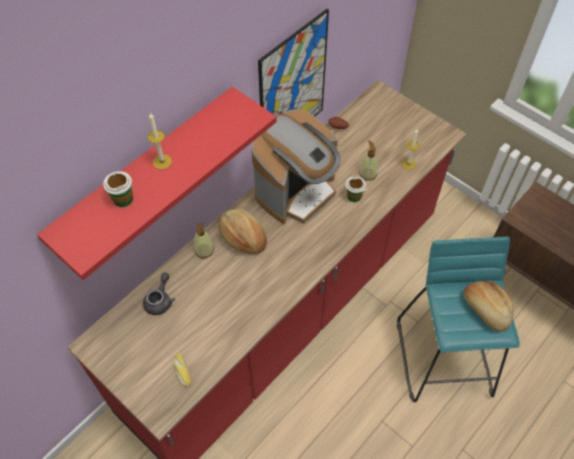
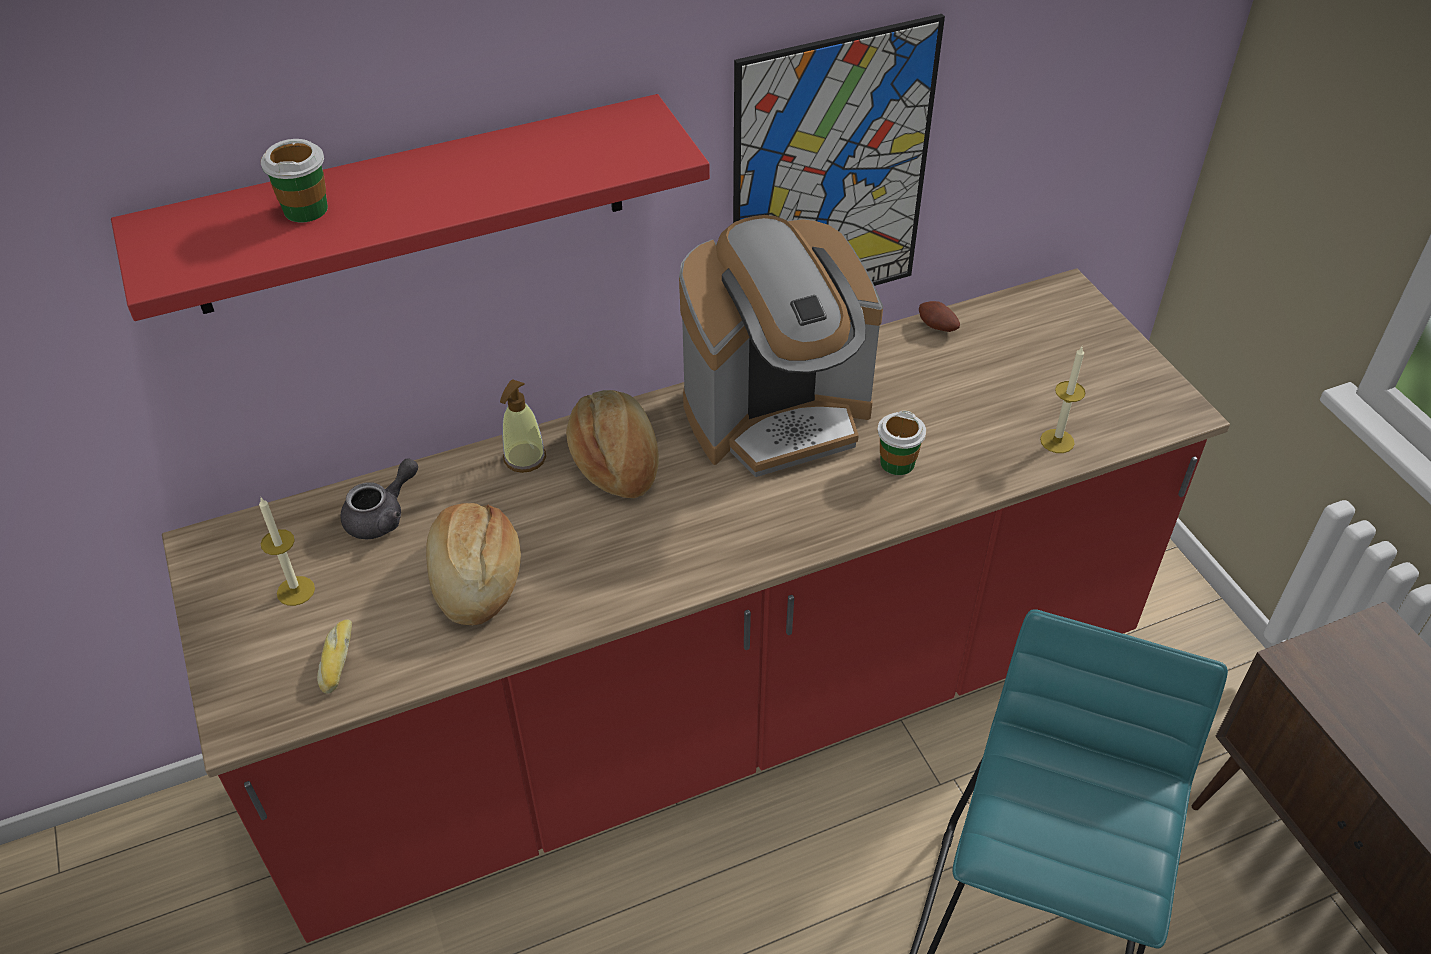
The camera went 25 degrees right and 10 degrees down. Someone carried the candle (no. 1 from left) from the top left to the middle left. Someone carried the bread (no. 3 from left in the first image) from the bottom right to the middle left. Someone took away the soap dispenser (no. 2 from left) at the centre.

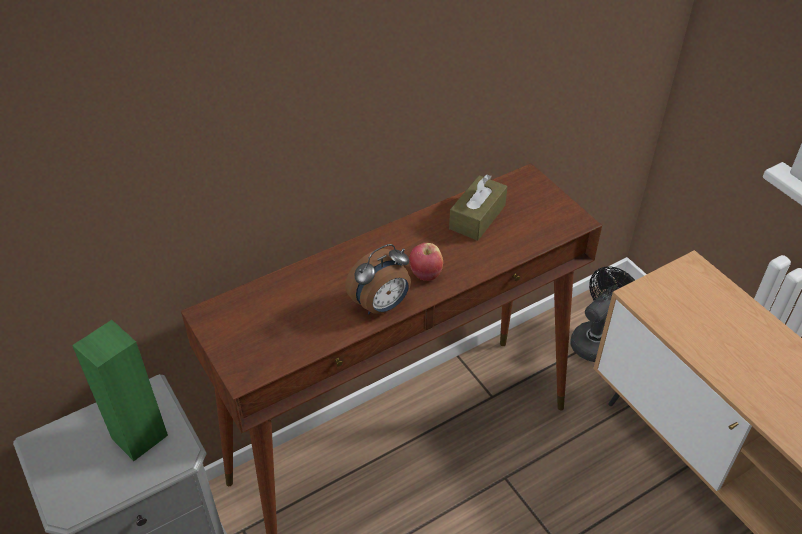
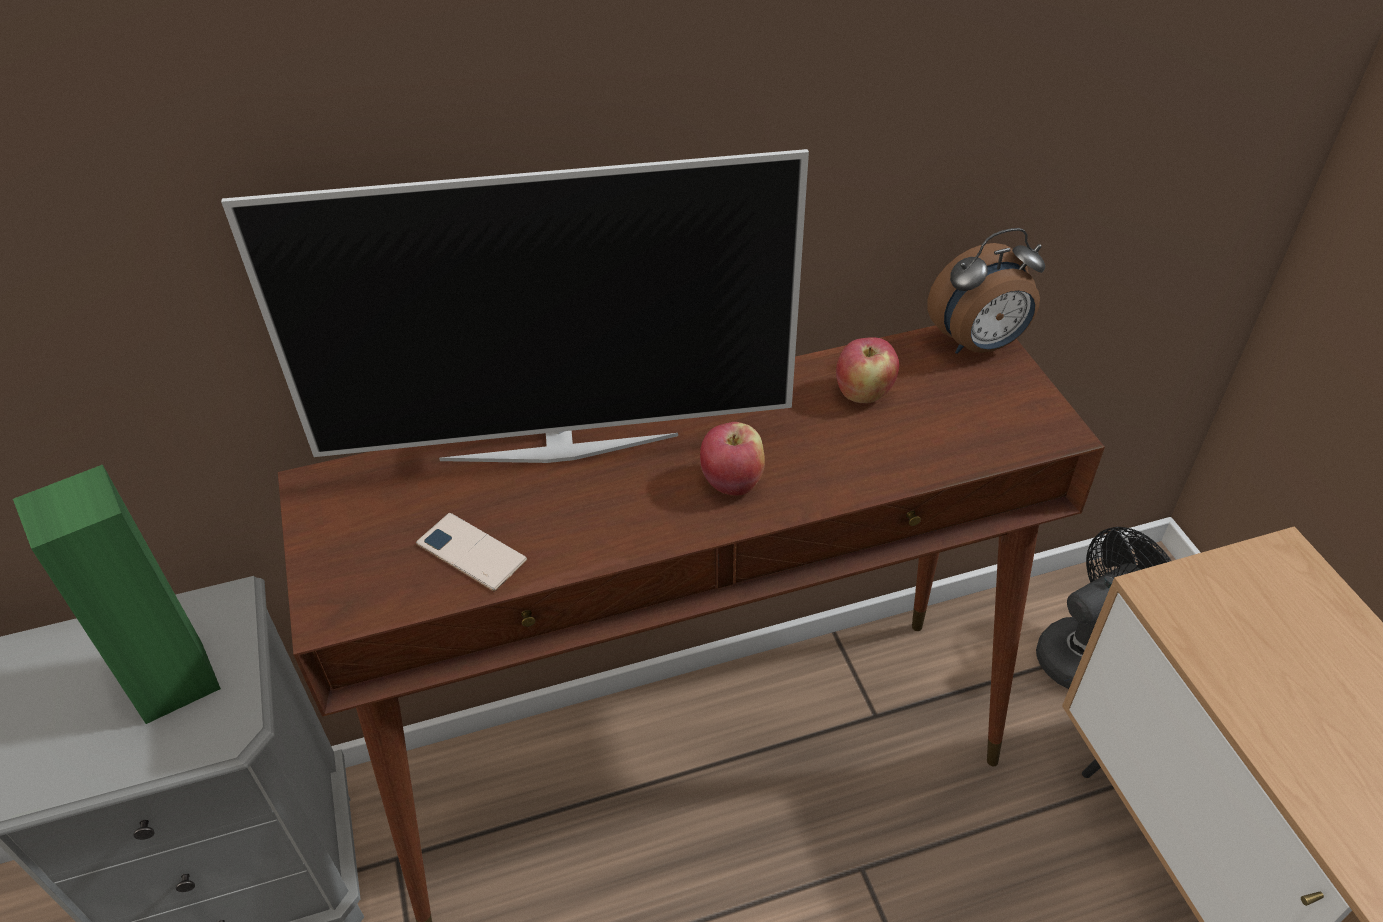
The camera went 15 degrees right and 0 degrees up. Someone put down the television at the top centre. Someone put down the phone at the centre. Someone swapped the brown tissue box at the centre for the apple (no. 2 from left) at the centre. Someone carried the alarm clock from the centre to the top right.

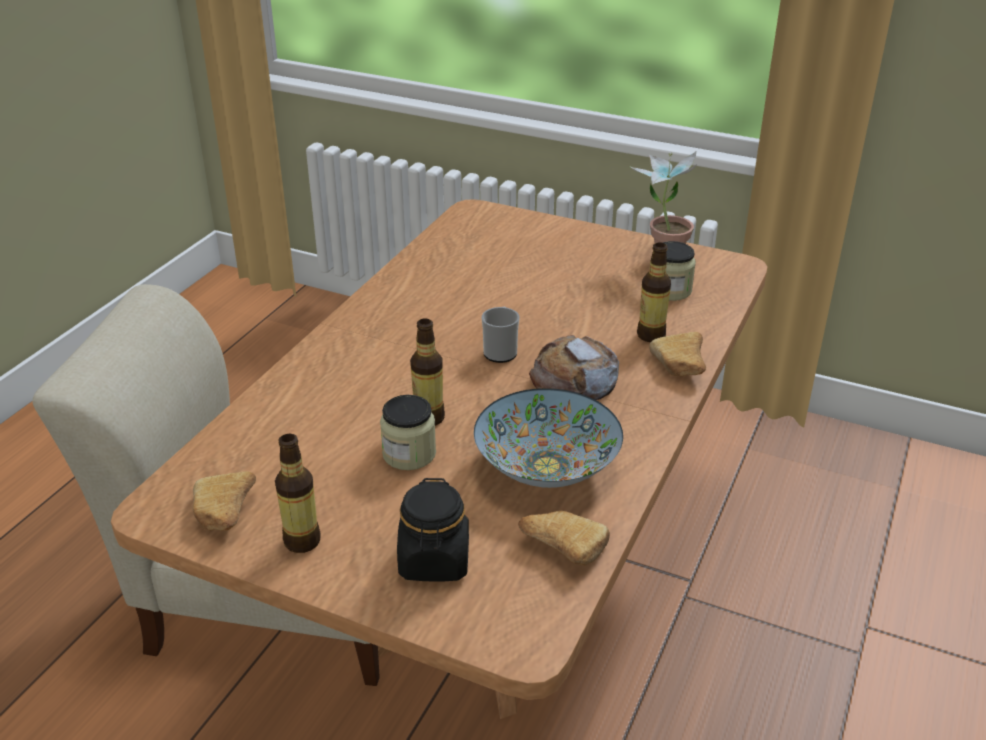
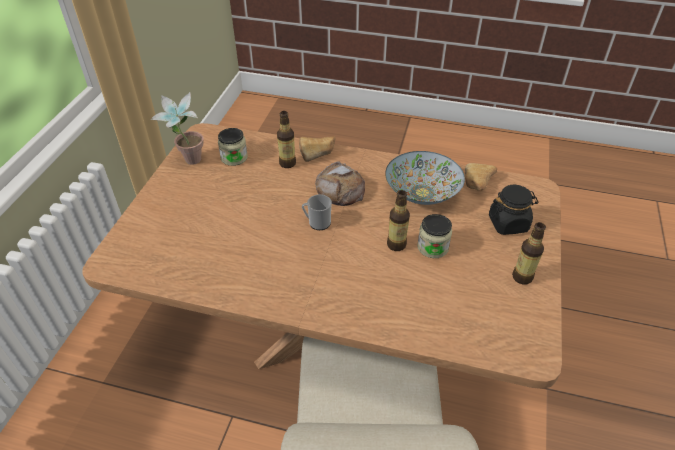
The camera went 100 degrees left and 10 degrees up. Someone took away the bread (no. 1 from left) at the bottom left.

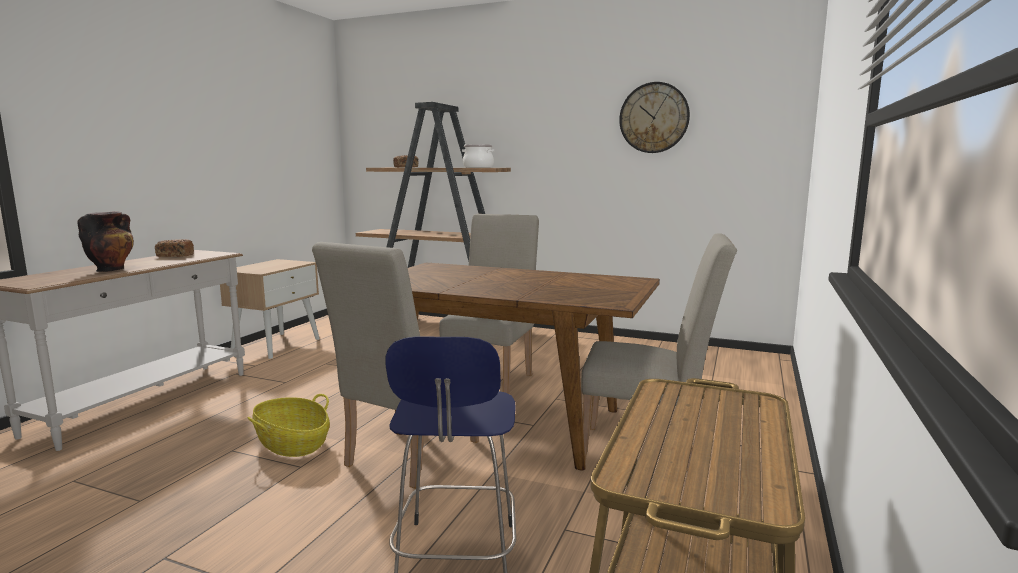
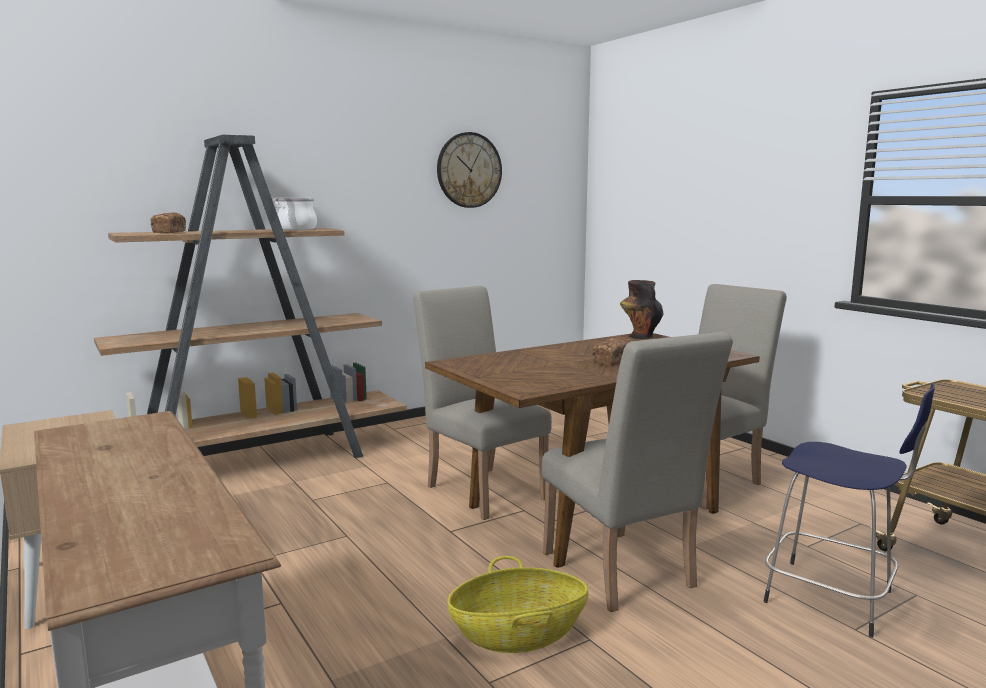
The camera went 55 degrees left and 0 degrees up. Someone carried the bread (no. 1 from left in the first image) from the middle left to the centre. Someone carried the vase from the middle left to the centre.

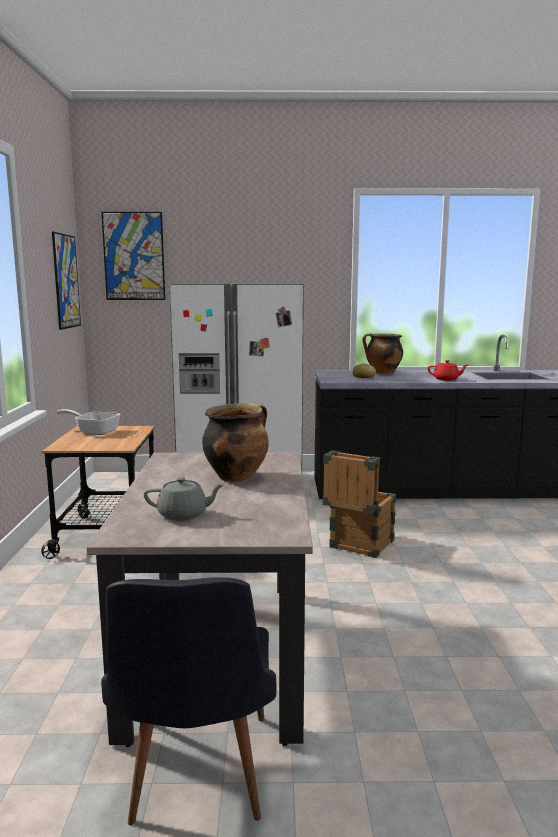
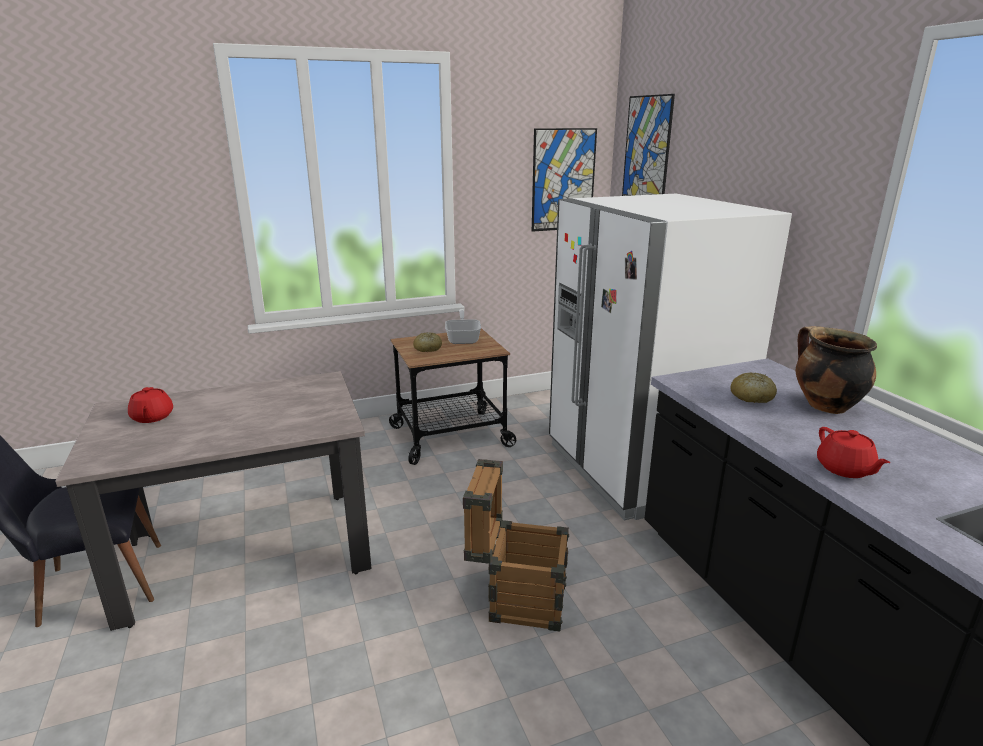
The camera went 70 degrees right and 10 degrees up. Someone repainted the grey teapot at the middle left, which became the red teapot (no. 1 from left) at the middle left. Someone put down the bread (no. 1 from left) at the centre. Someone took away the cooking pot (no. 1 from left) at the centre.

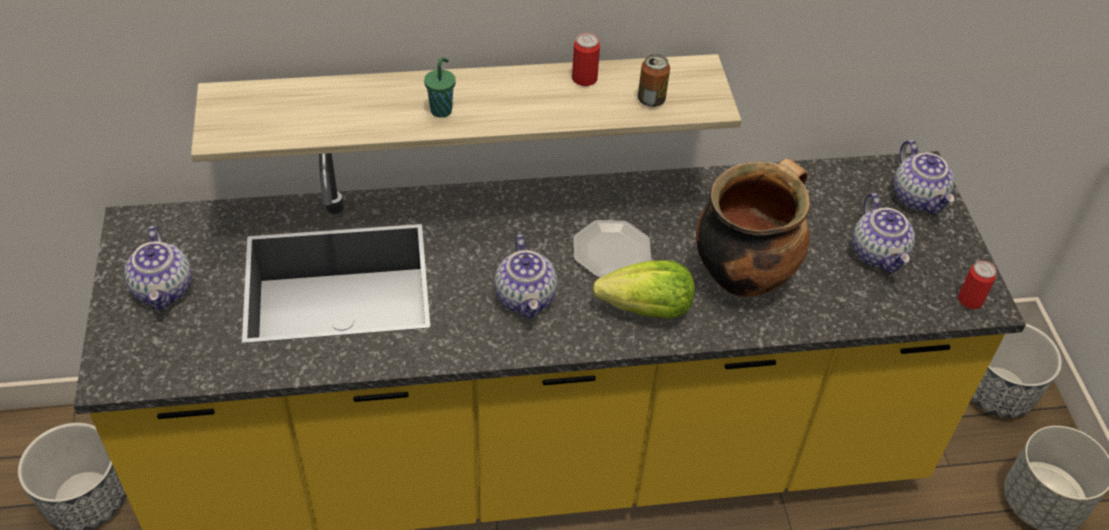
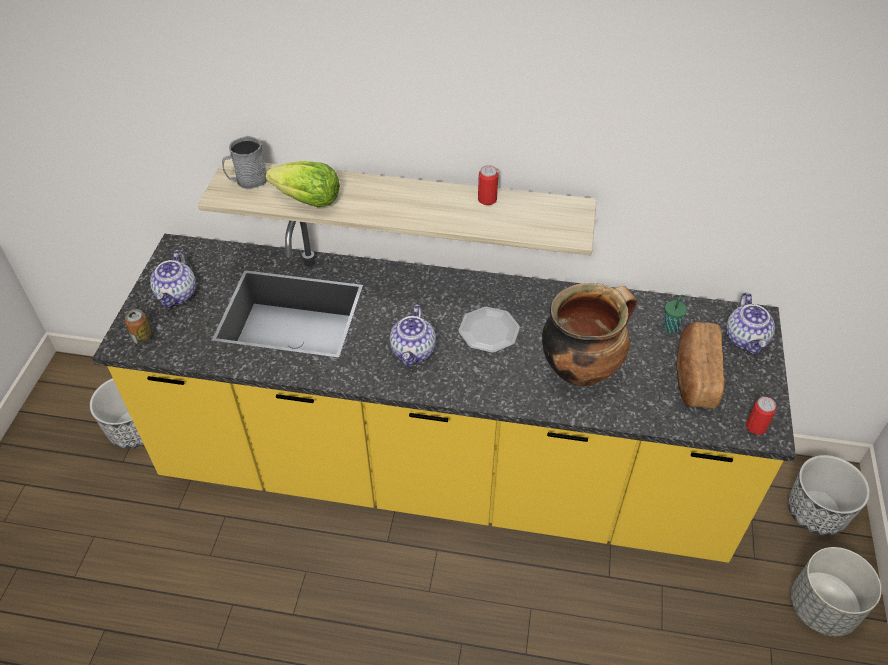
The camera went 20 degrees right and 0 degrees up. Someone carried the can (no. 2 from left in the first image) from the top centre to the middle left. Someone put down the grey mug at the top left. Someone carried the lettuce from the centre to the top centre. Someone carried the green cup from the top centre to the middle right. Someone swapped the teapot (no. 3 from left) at the middle right for the bread at the middle right.

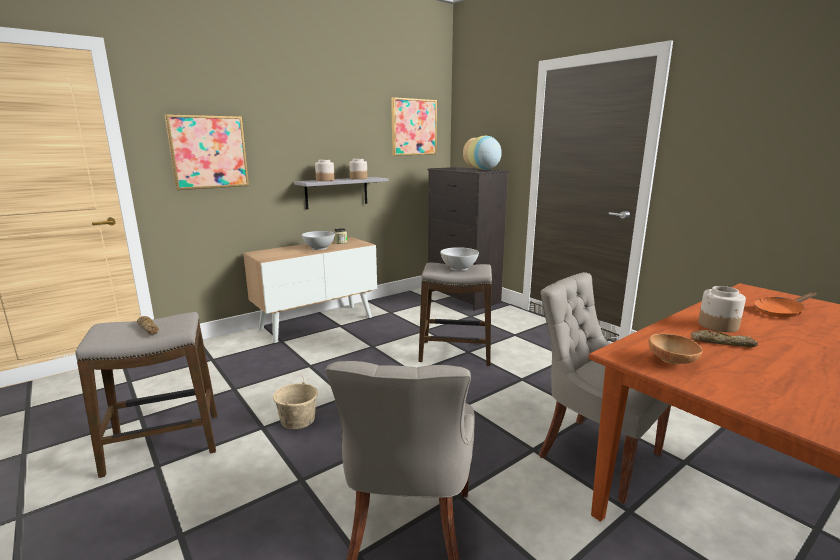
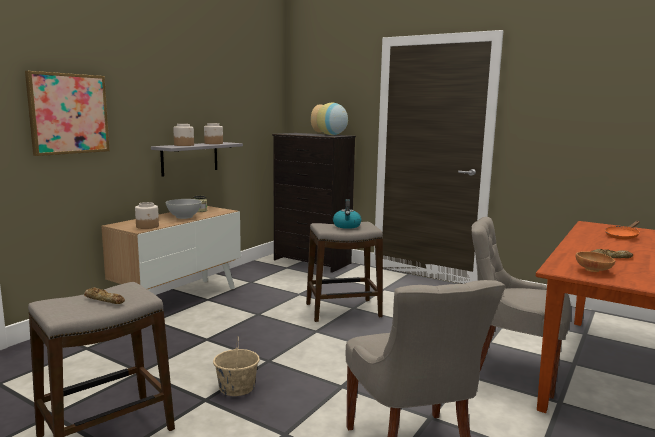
The camera went 20 degrees left and 5 degrees down. Someone carried the jar (no. 4 from left in the first image) from the middle right to the middle left. Someone swapped the white bowl (no. 2 from left) at the centre for the kettle at the centre. Someone took away the picture (no. 2 from left) at the top centre.

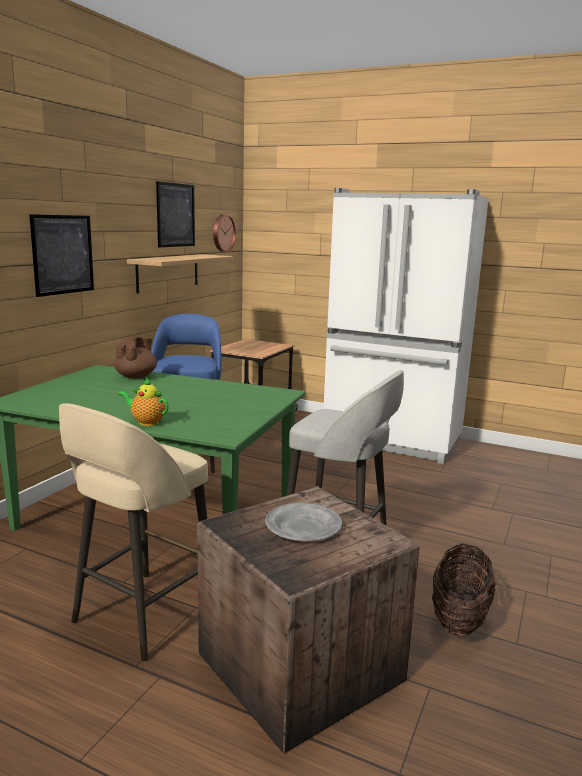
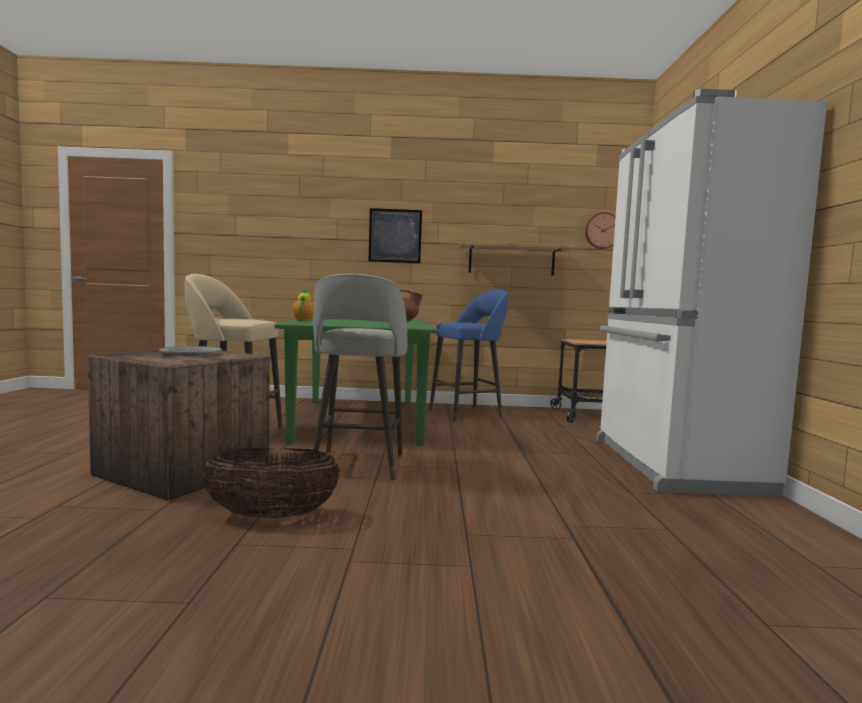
The camera went 65 degrees right and 10 degrees down. Someone took away the picture (no. 2 from left) at the top left.

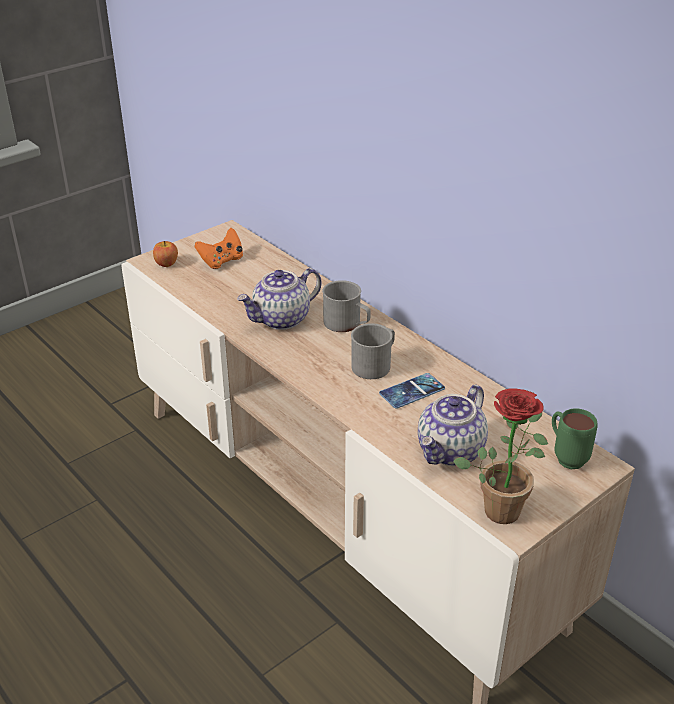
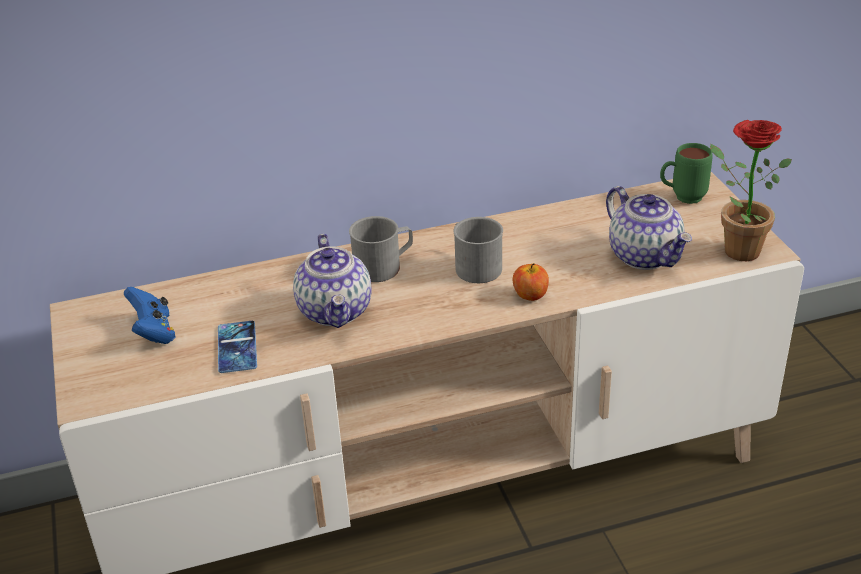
The camera went 65 degrees left and 0 degrees up. Someone repainted the orange game controller at the middle left, which became the blue game controller at the middle left. Someone carried the phone from the centre to the middle left. Someone carried the apple from the middle left to the centre.

